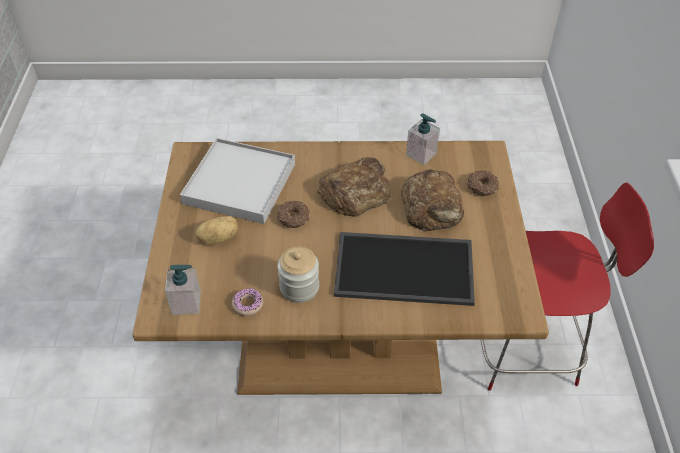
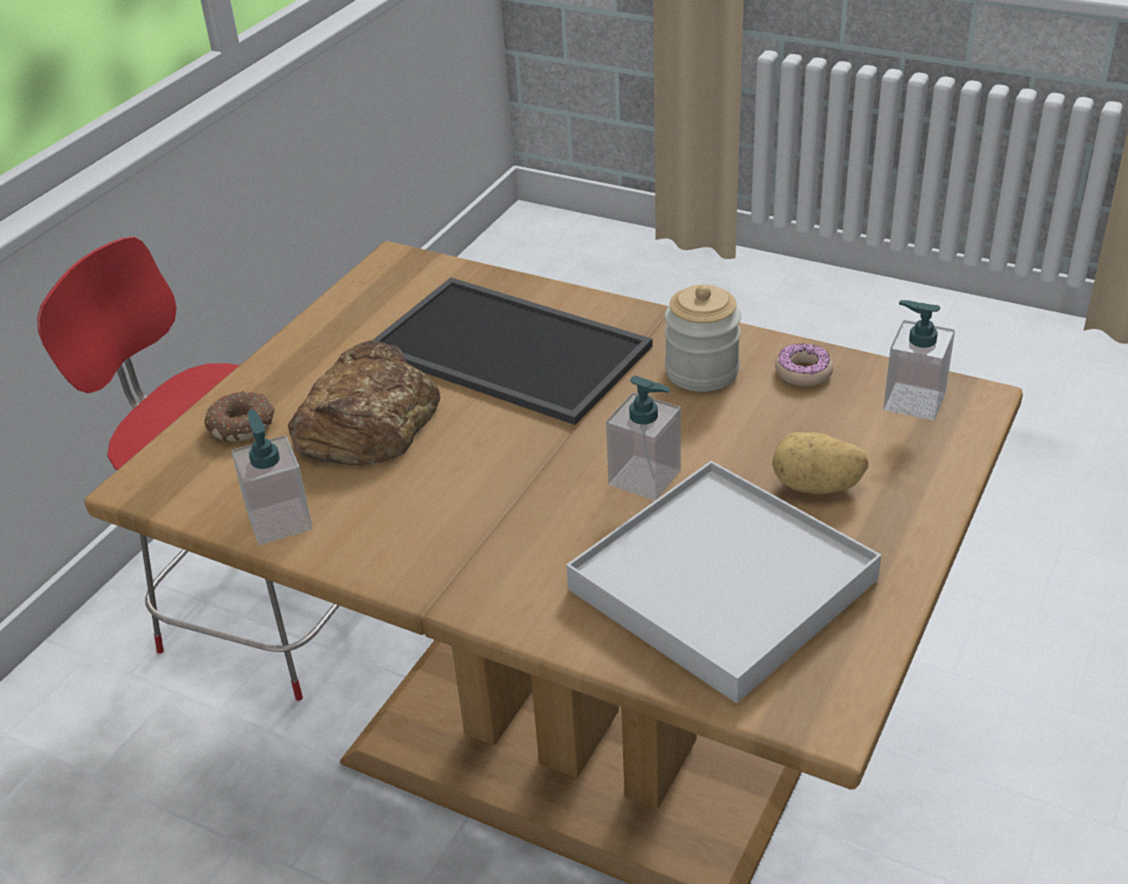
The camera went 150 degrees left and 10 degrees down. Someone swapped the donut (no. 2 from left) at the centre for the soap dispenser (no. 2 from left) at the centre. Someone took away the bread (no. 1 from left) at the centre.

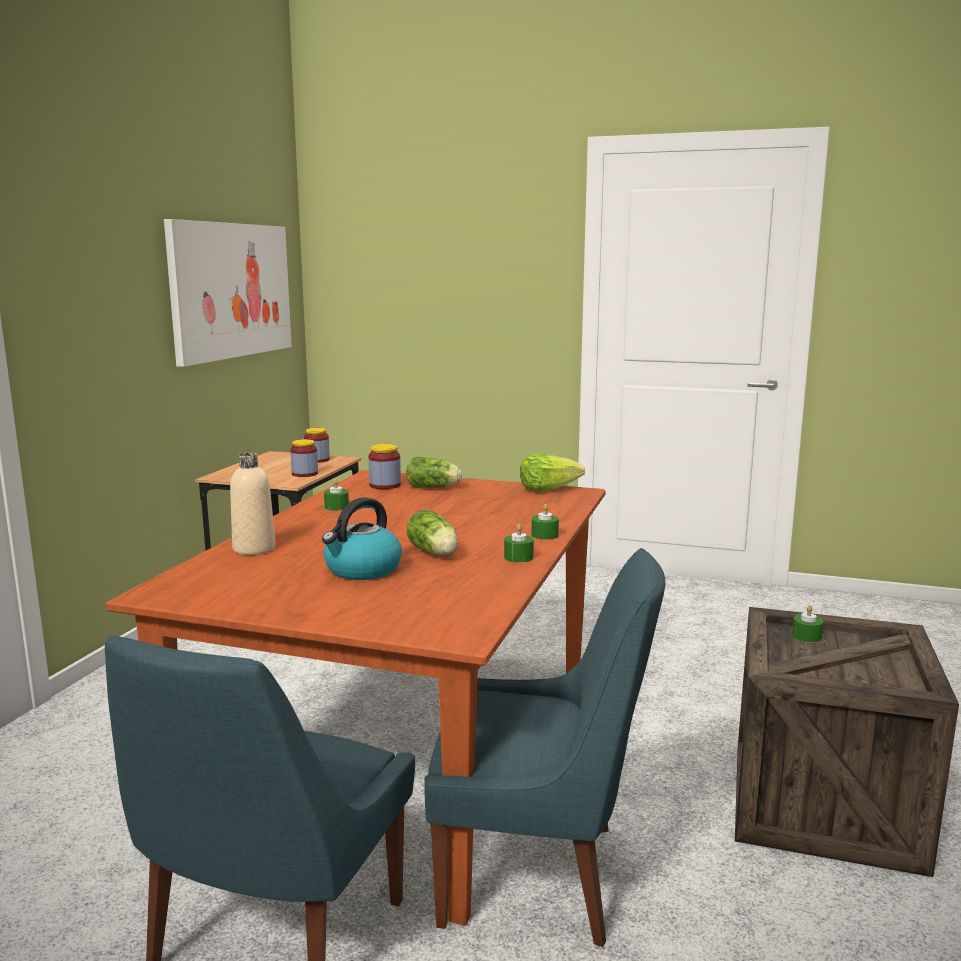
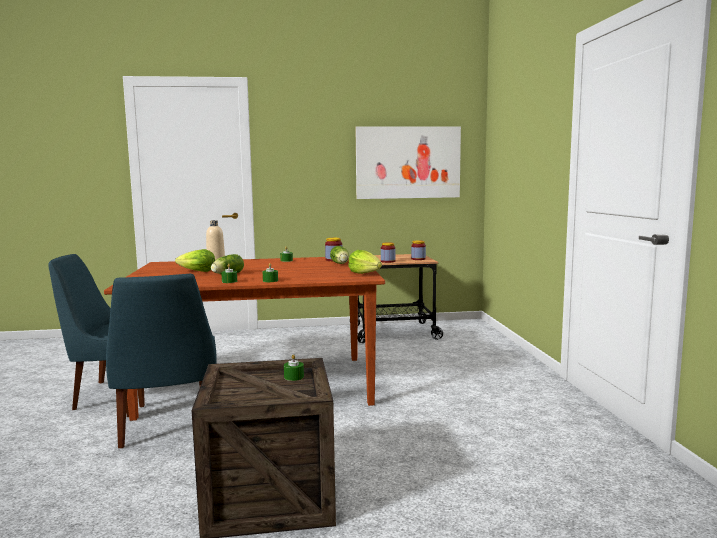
The camera went 65 degrees right and 5 degrees down. Someone swapped the kettle at the centre for the lettuce (no. 1 from left) at the middle left.

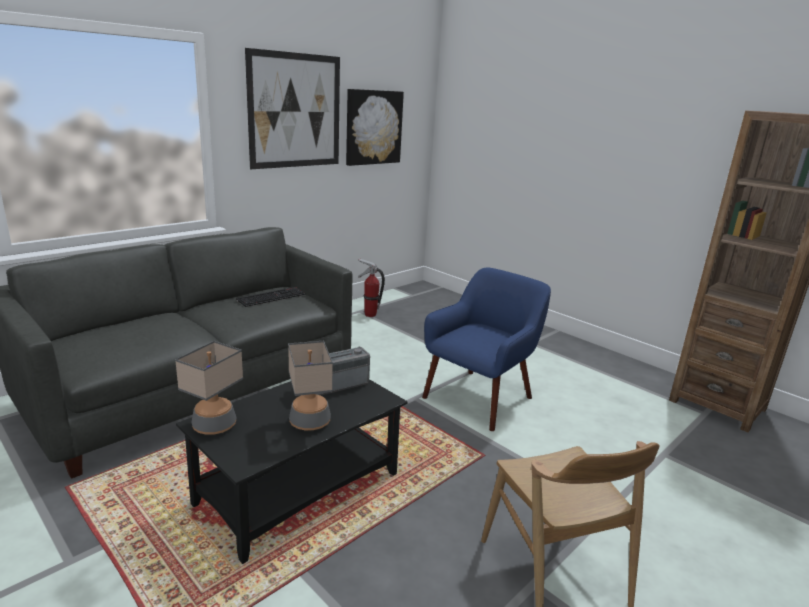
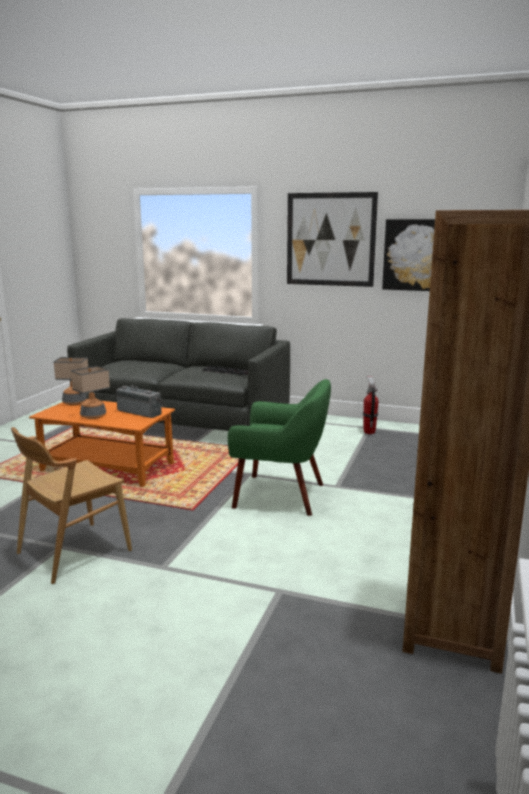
The camera went 65 degrees right and 5 degrees down. Someone repainted the black coffee table at the bottom centre, which became the orange coffee table at the middle left. Someone repainted the blue armchair at the centre, which became the green armchair at the centre.

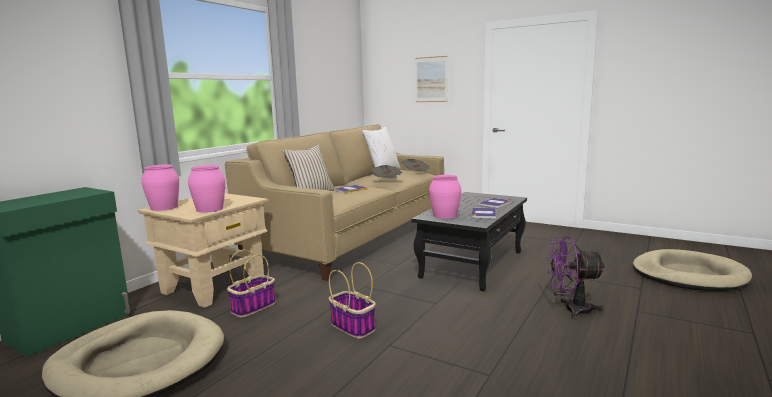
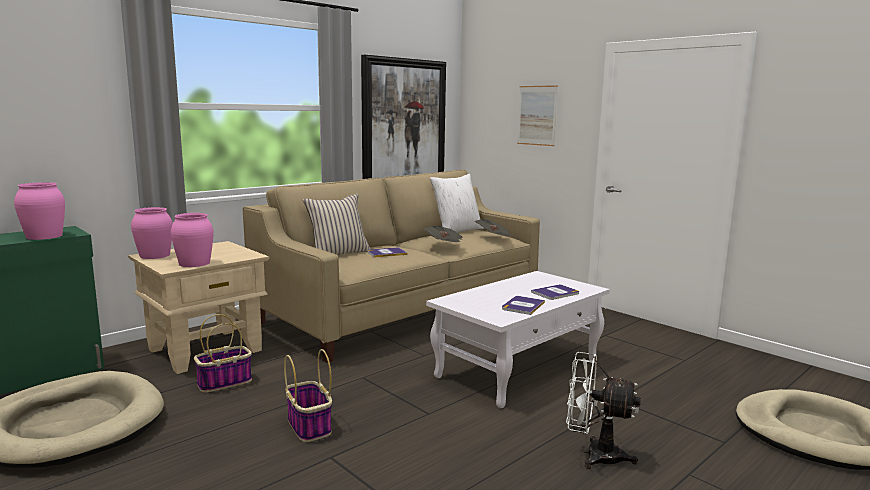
The camera went 15 degrees right and 0 degrees up. Someone carried the pink vase (no. 3 from left in the first image) from the centre to the middle left. Someone put up the picture (no. 1 from left) at the top centre. Someone repainted the black coffee table at the centre, which became the white coffee table at the bottom centre. Someone repainted the purple fan at the bottom right, which became the white fan at the bottom right.

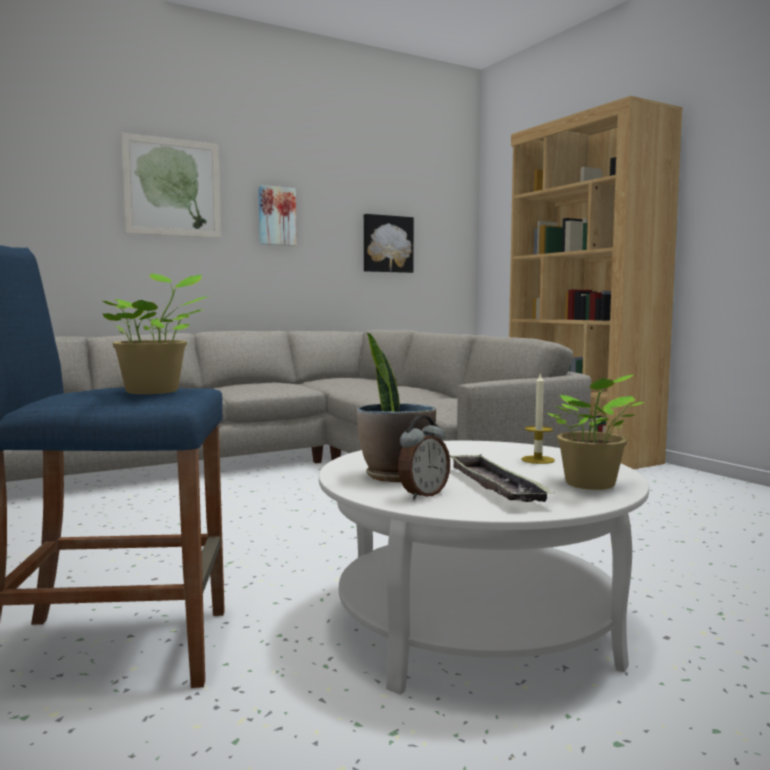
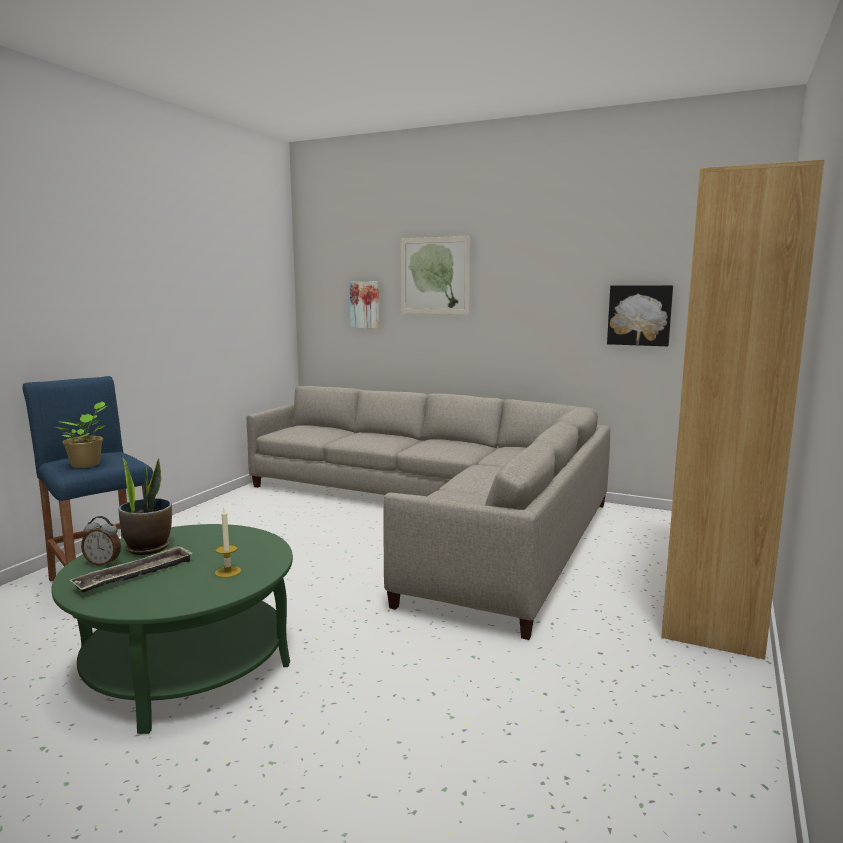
The camera went 55 degrees right and 5 degrees up. Someone repainted the white coffee table at the bottom centre, which became the green coffee table at the bottom left. Someone carried the picture (no. 2 from left in the first image) from the top centre to the centre. Someone took away the potted plant (no. 3 from left) at the middle right.

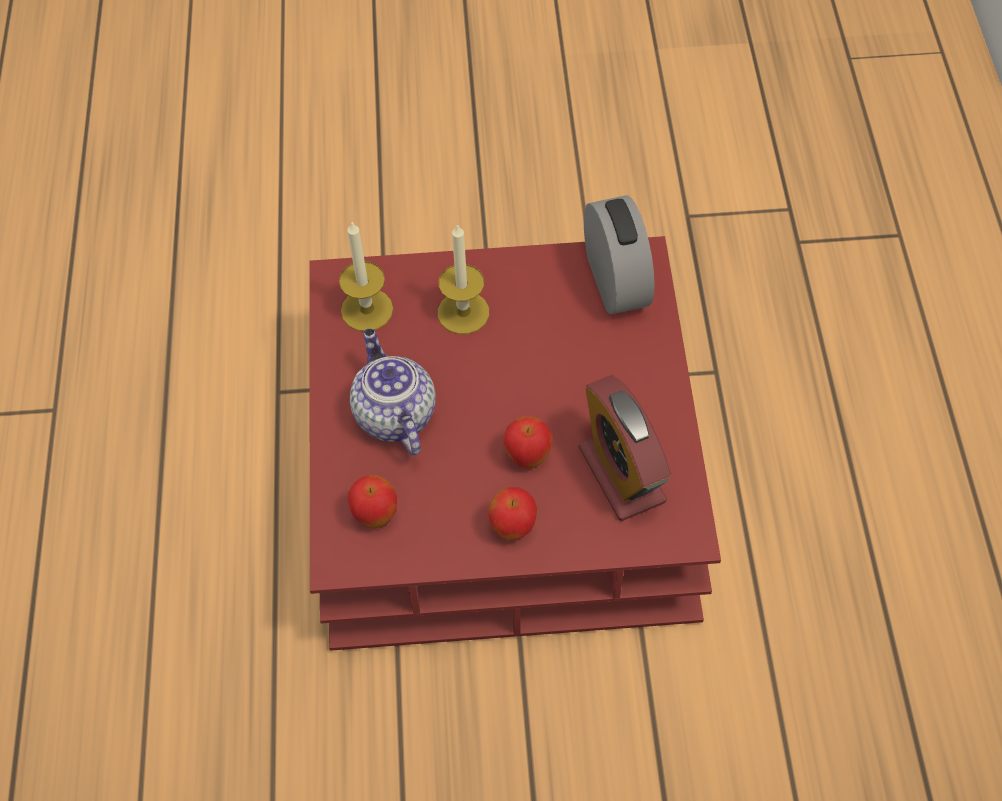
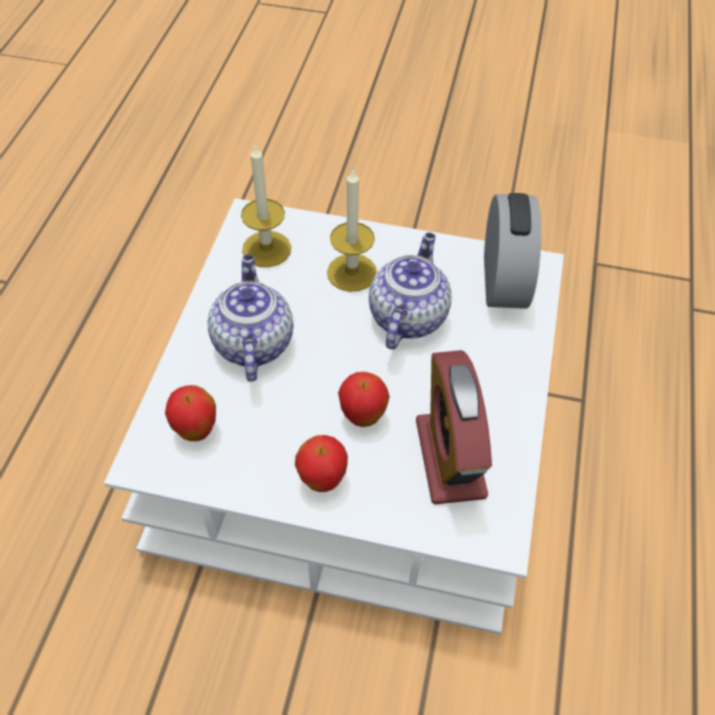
The camera went 15 degrees right and 5 degrees down. Someone repainted the red coffee table at the centre, which became the white coffee table at the centre. Someone put down the teapot (no. 2 from left) at the centre.

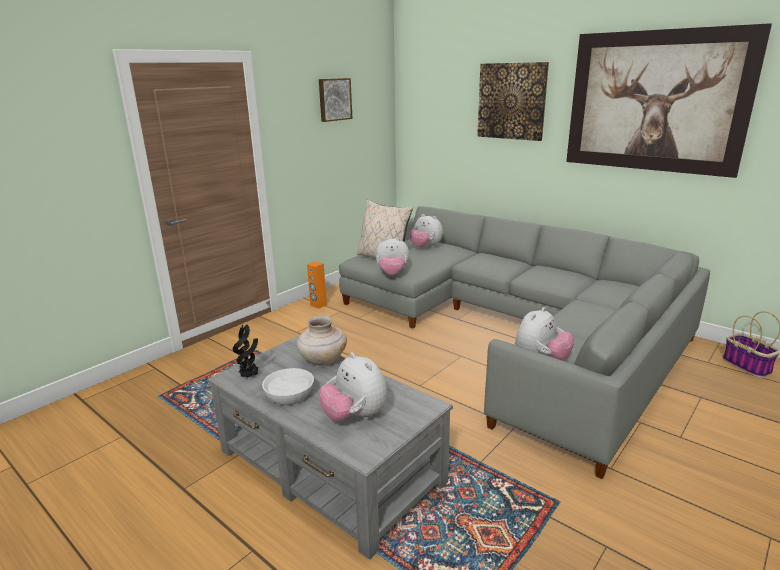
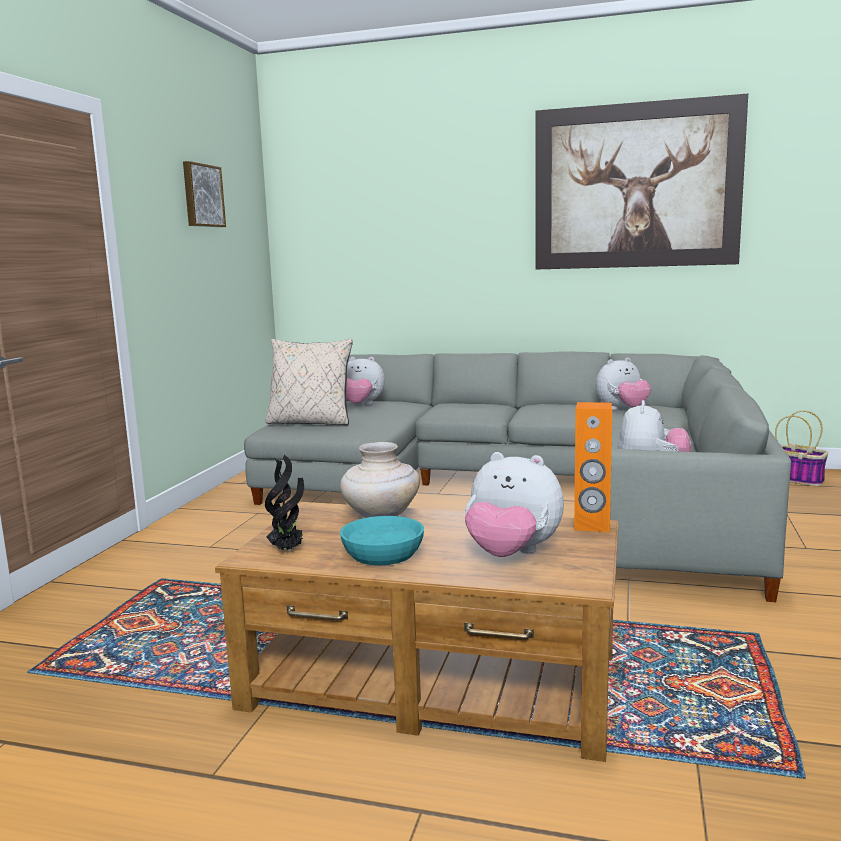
The camera went 25 degrees left and 10 degrees down. Someone repainted the grey coffee table at the bottom centre, which became the brown coffee table at the bottom centre. Someone repainted the white bowl at the bottom centre, which became the turquoise bowl at the centre. Someone carried the orange speaker from the centre to the middle right. Someone carried the plush toy (no. 2 from left in the first image) from the centre to the middle right. Someone took away the picture (no. 2 from left) at the top centre.

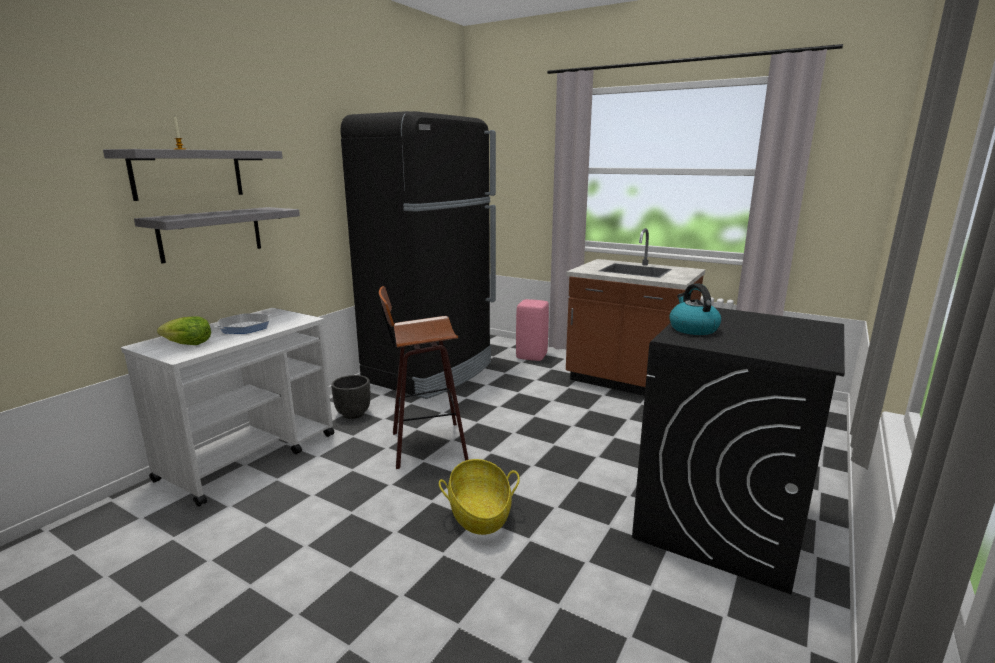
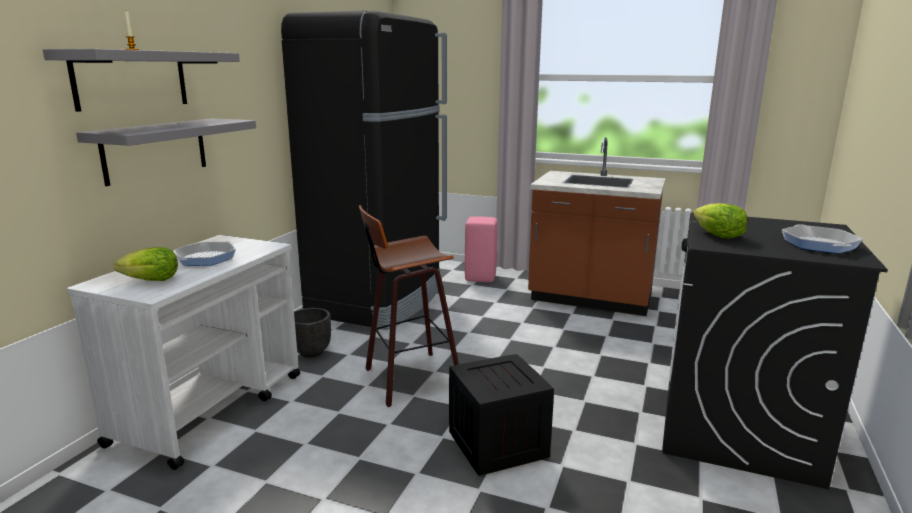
The camera went 10 degrees left and 0 degrees up. Someone swapped the basket at the bottom centre for the crate at the bottom centre. Someone swapped the kettle at the middle right for the lettuce (no. 2 from left) at the middle right. Someone put down the frying pan (no. 2 from left) at the middle right.

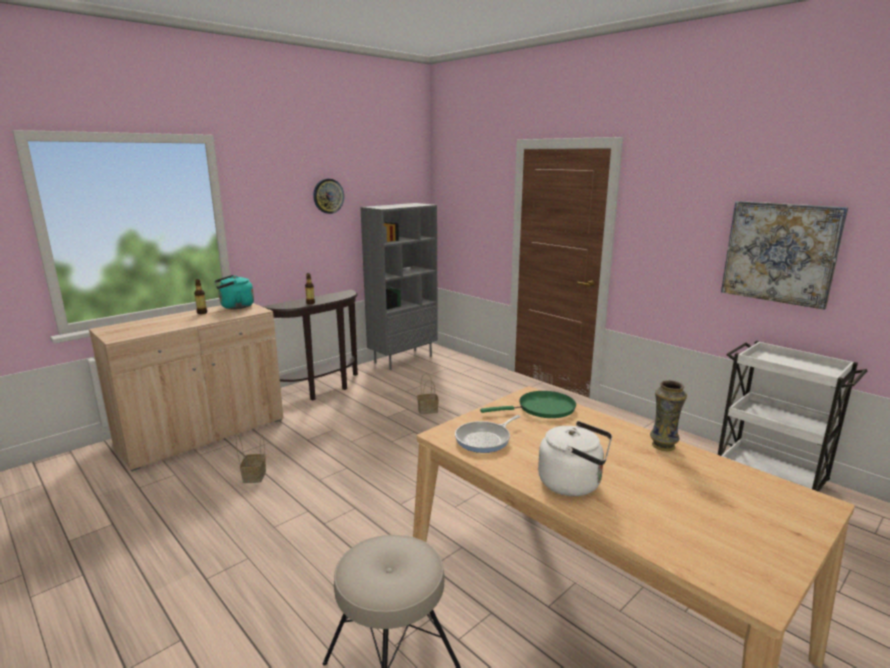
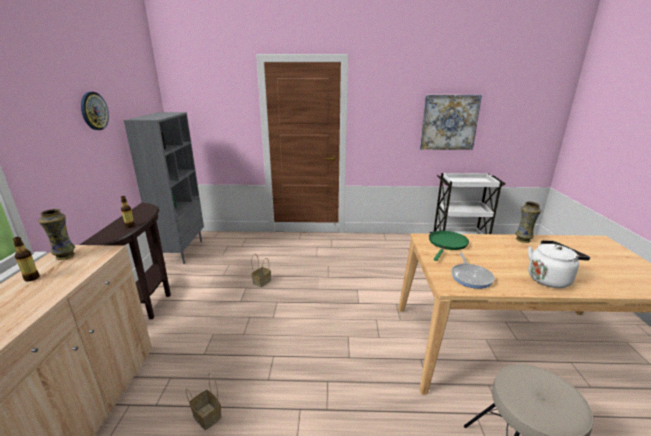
The camera went 45 degrees left and 5 degrees up. Someone swapped the turquoise kettle at the middle left for the vase (no. 1 from left) at the middle left.

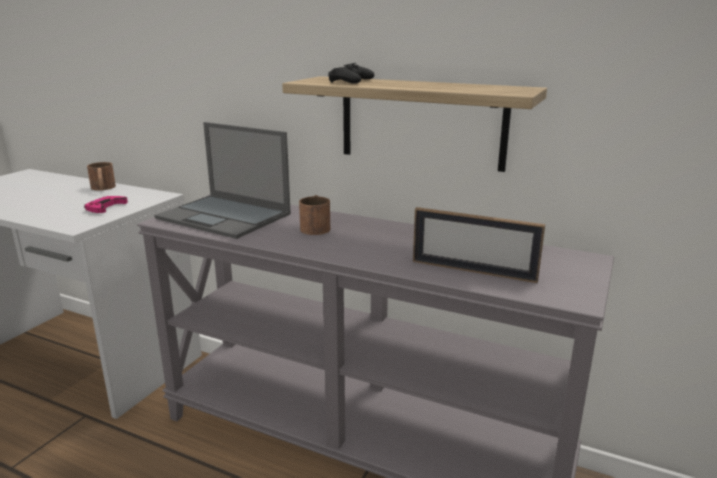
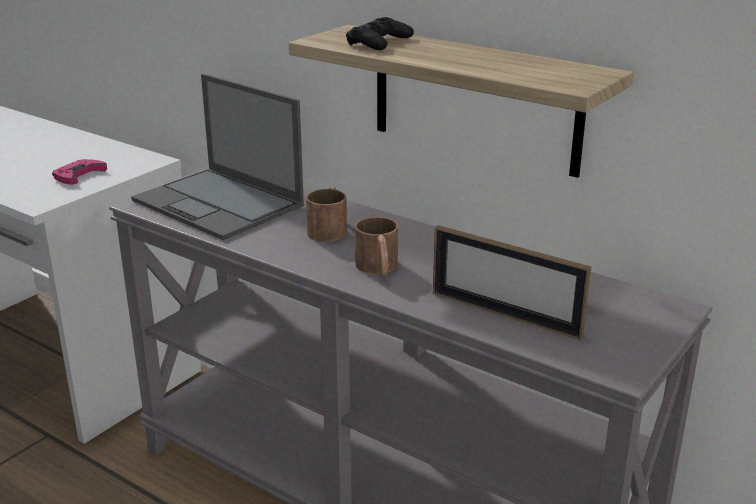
The camera went 10 degrees right and 5 degrees up. Someone carried the brown mug (no. 1 from left in the first image) from the middle left to the centre.

